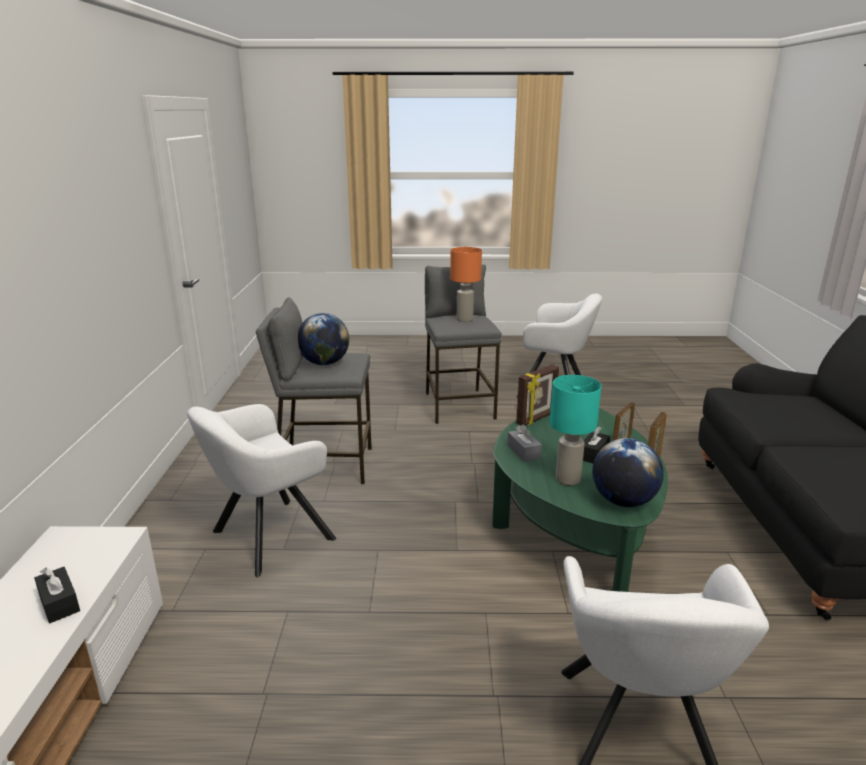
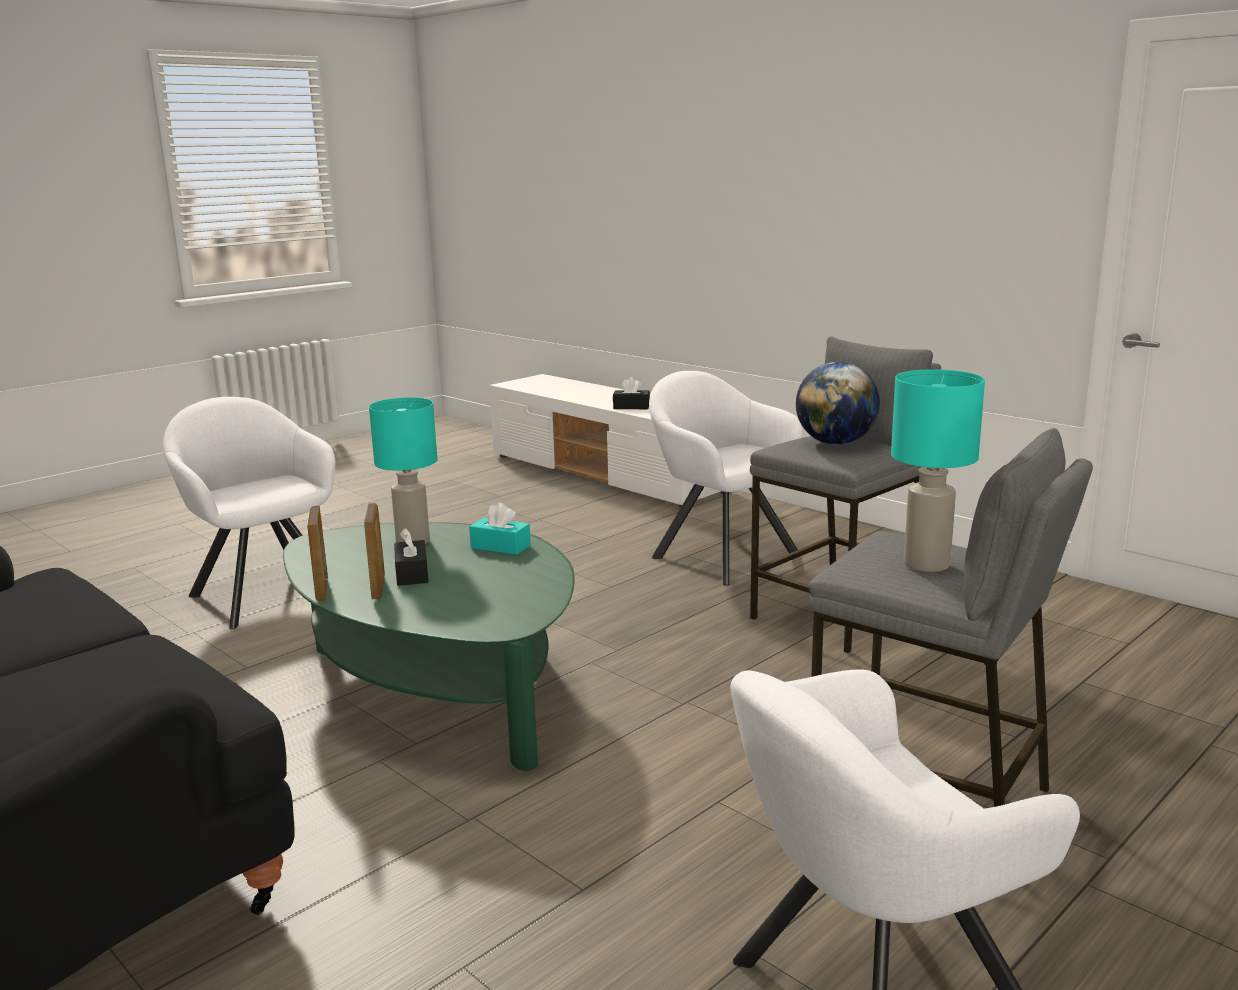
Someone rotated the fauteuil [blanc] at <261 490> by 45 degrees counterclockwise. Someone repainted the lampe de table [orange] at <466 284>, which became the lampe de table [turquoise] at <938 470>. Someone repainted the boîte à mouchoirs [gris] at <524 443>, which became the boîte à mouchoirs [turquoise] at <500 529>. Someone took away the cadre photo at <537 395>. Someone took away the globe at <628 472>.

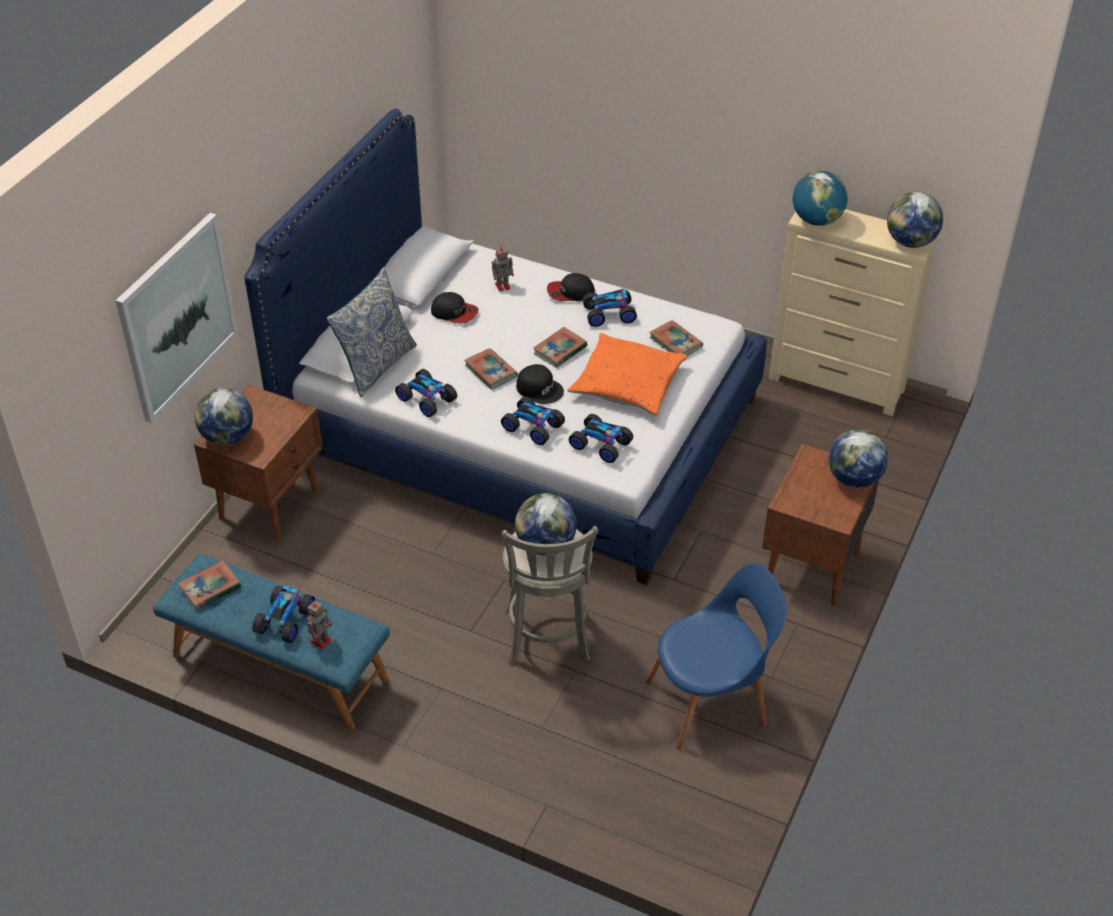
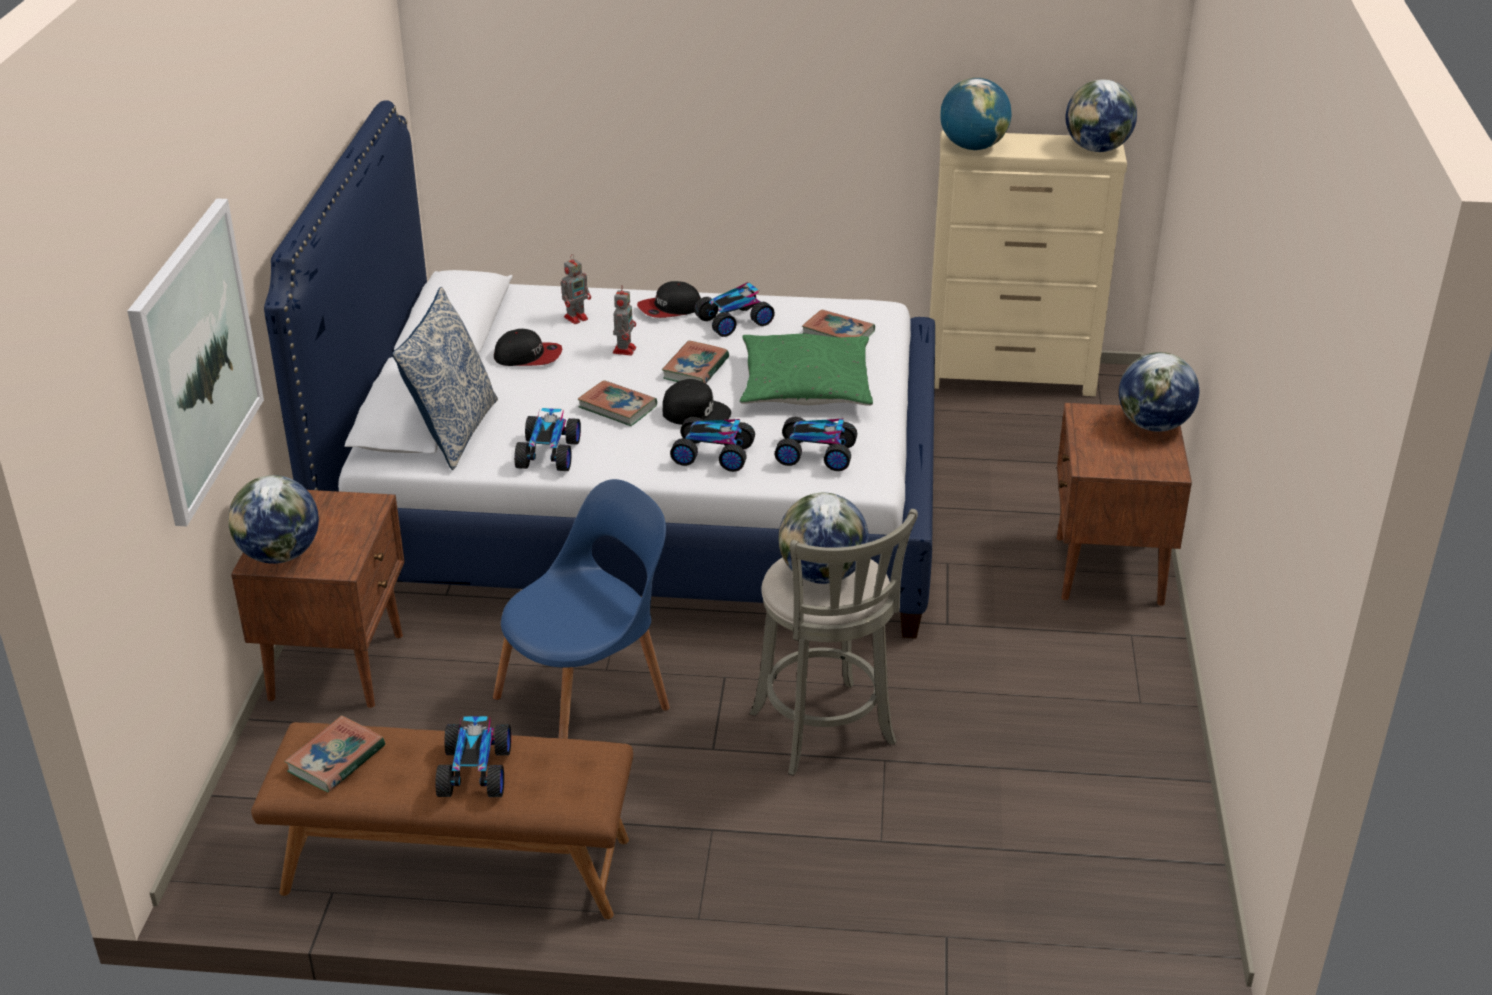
Someone repainted the banc [bleu] at <271 642>, which became the banc [marron] at <442 820>. Someone carried the robot jouet from <320 625> to <624 320>. Someone rotated the petite voiture at <426 393> by 105 degrees counterclockwise. Someone repainted the coussin [orange] at <627 374>, which became the coussin [vert] at <806 370>. Someone carried the chaise [bleu] from <716 656> to <581 609>.

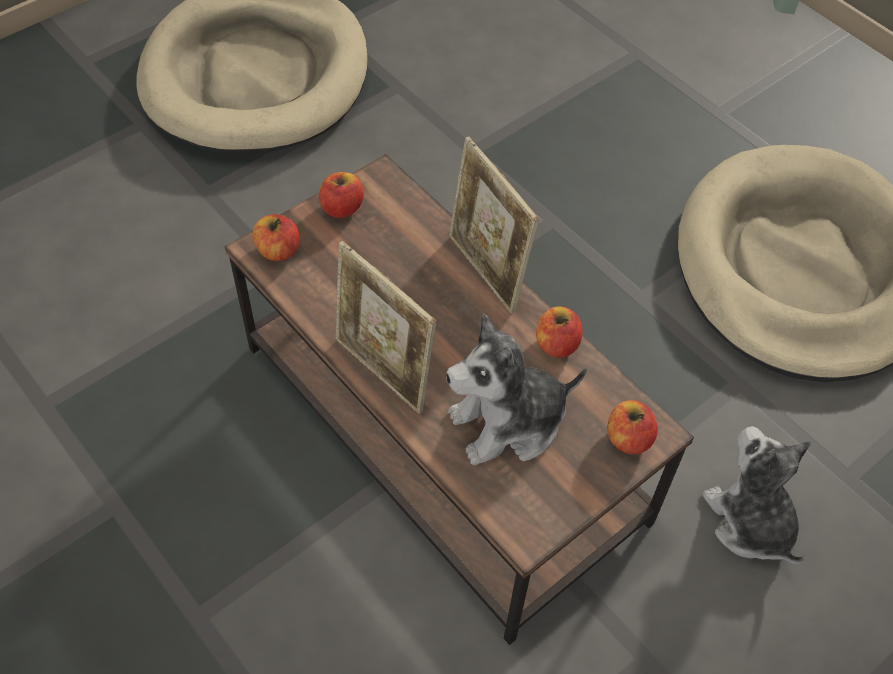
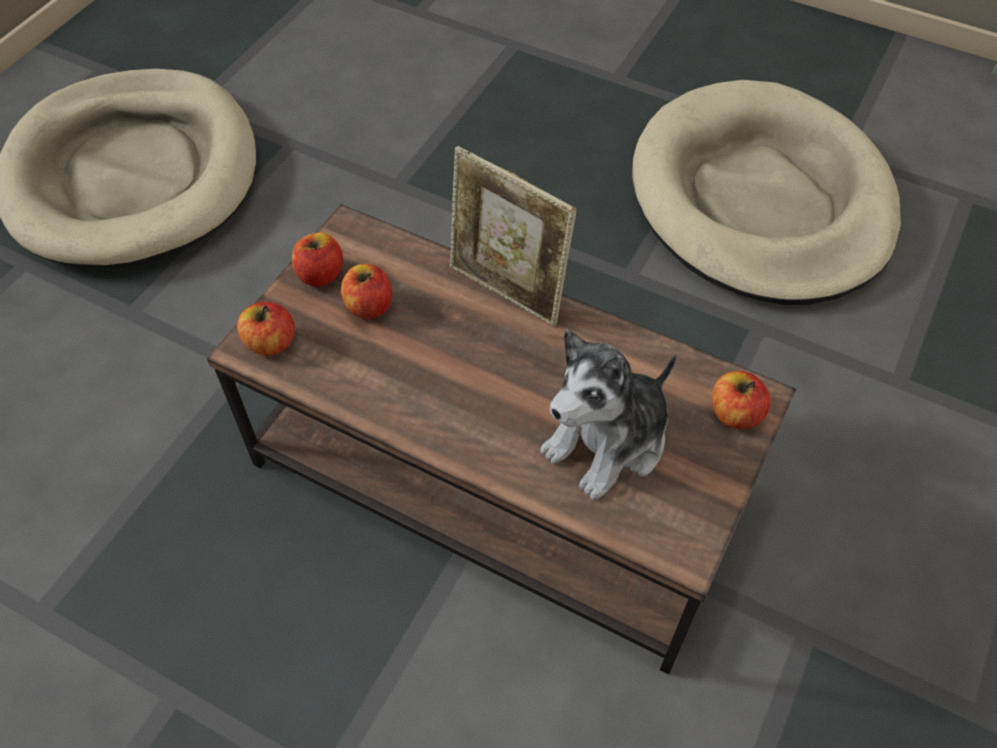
Someone took away the cadre photo at <386 327>. Someone carried the pomme from <559 332> to <366 291>. Someone took away the peluche at <756 495>.

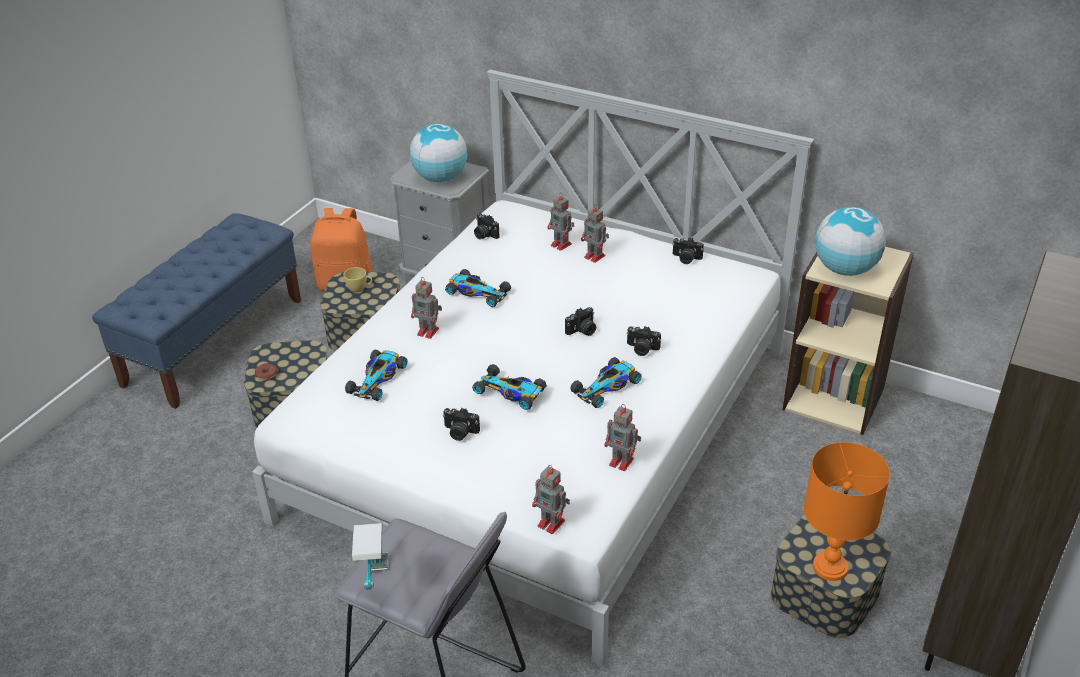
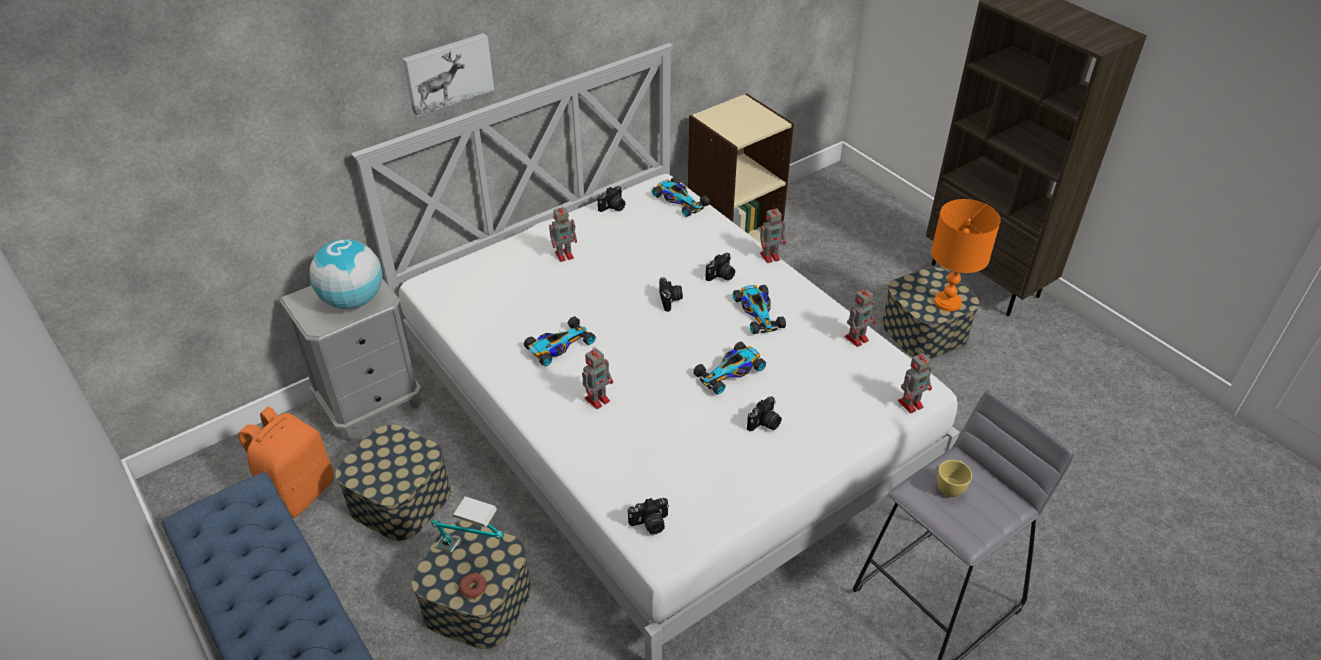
Someone carried the tasse [jaune] from <357 280> to <954 478>. Someone carried the petite voiture from <376 375> to <681 197>. Someone carried the lampe de table from <370 556> to <467 524>. Someone carried the appareil photo from <487 226> to <648 516>. Someone carried the robot jouet from <560 222> to <773 235>. Someone took away the globe at <850 241>. Someone put up the tableau at <448 75>.

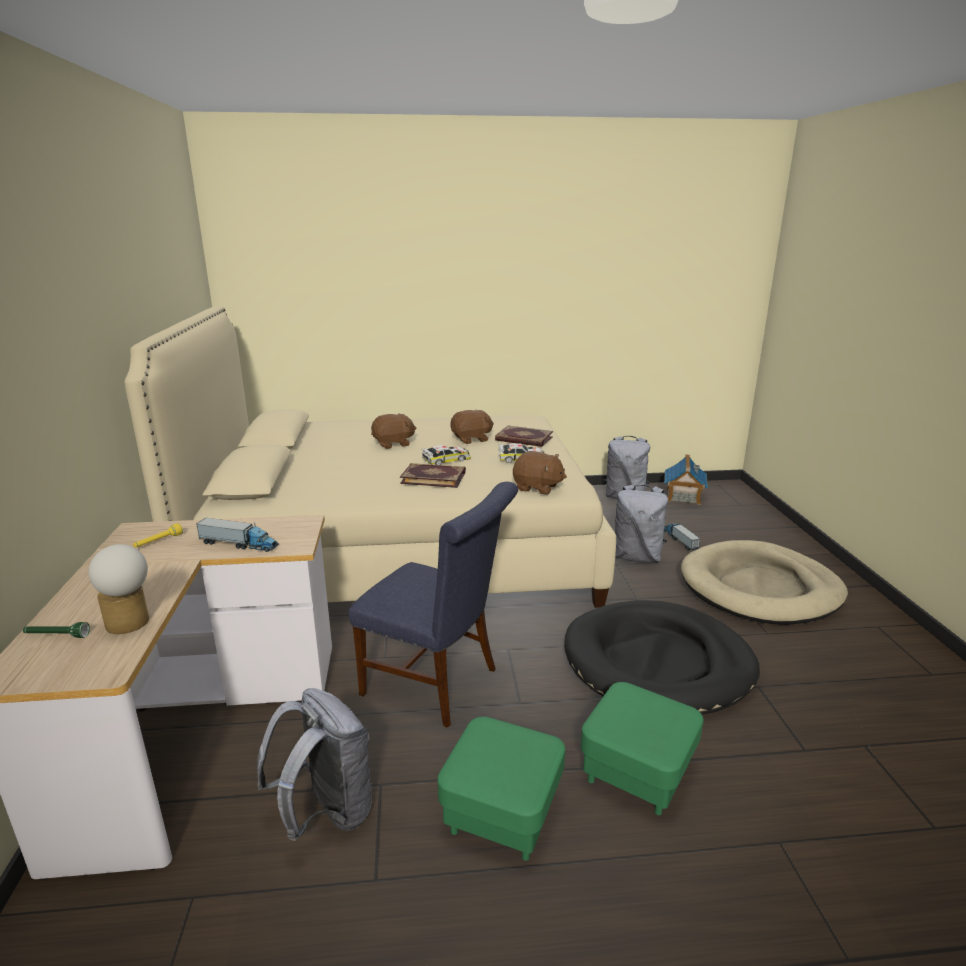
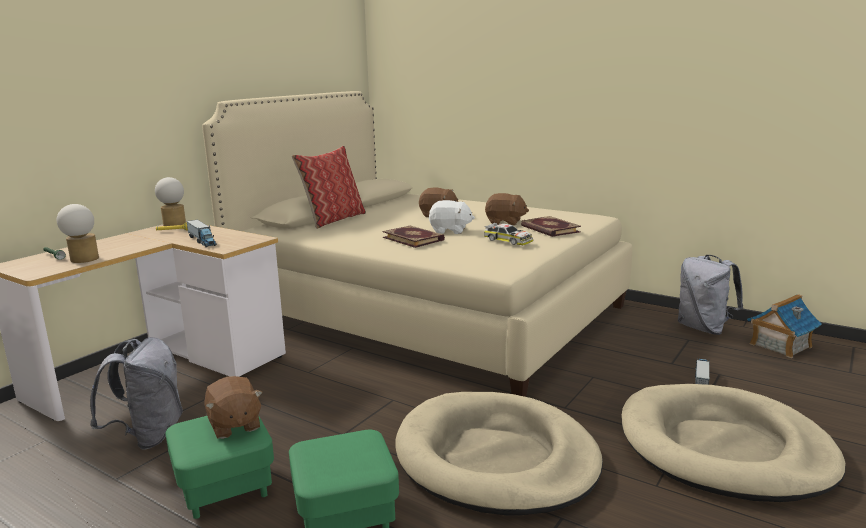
Someone took away the chaise [bleu] at <433 605>. Someone swapped the petite voiture at <446 455> for the peluche [blanc] at <452 217>. Someone carried the peluche [marron] from <540 473> to <233 407>. Someone repainted the panier pour chien [noir] at <662 657>, which became the panier pour chien [beige] at <499 454>. Someone took away the sac à dos [gris] at <641 524>. Someone put down the lampe de table at <170 201>. Someone put down the coussin at <329 187>.

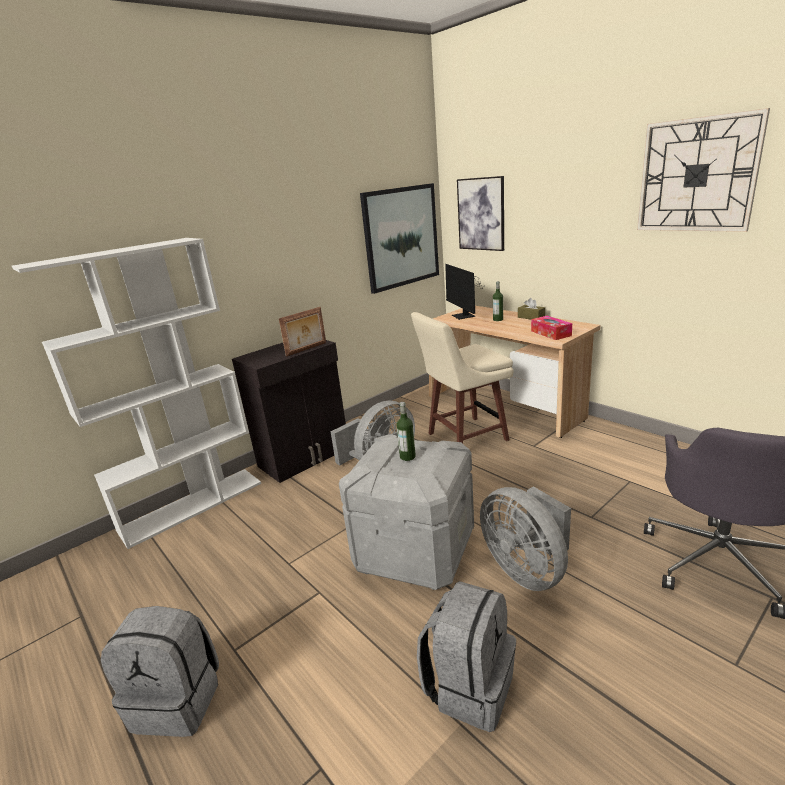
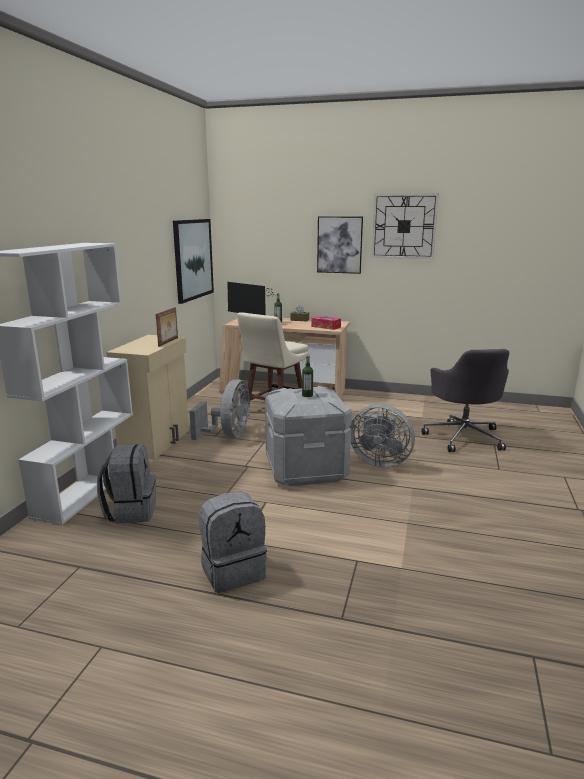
Someone repainted the meuble de rangement [noir] at <289 411>, which became the meuble de rangement [beige] at <147 397>. Someone carried the sac à dos [gris] from <466 656> to <126 484>. Someone carried the tableau from <480 213> to <340 245>.

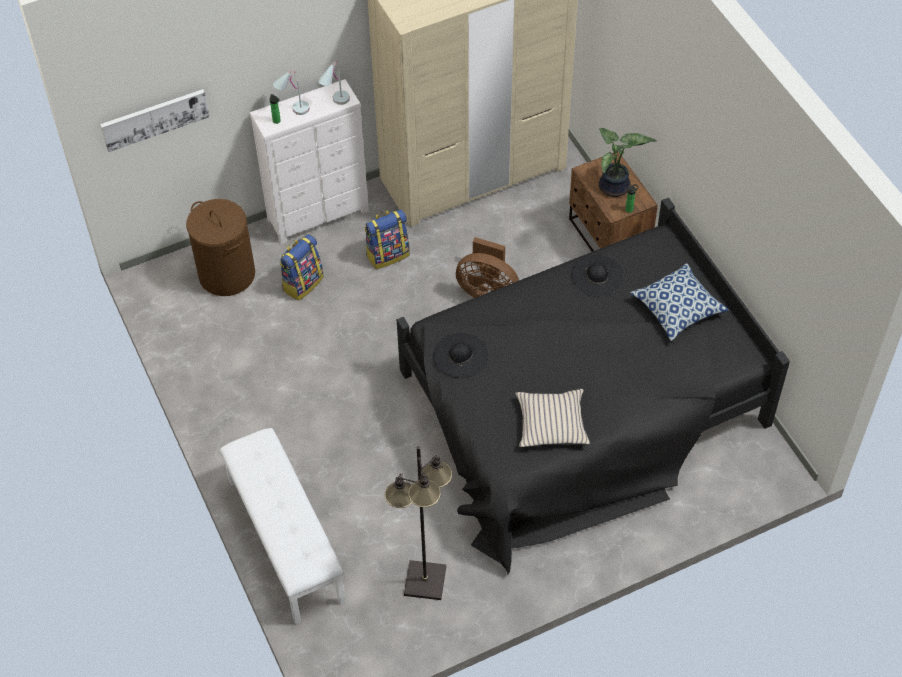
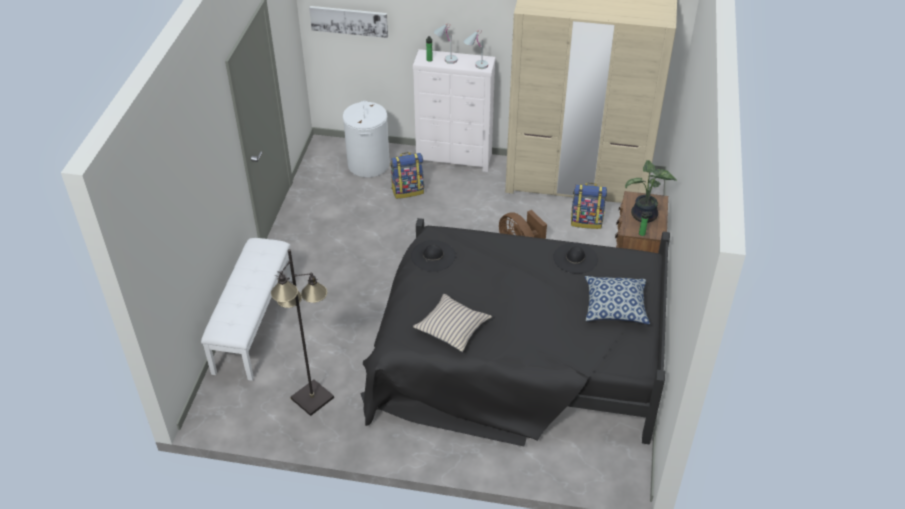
Someone repainted the panier à linge [marron] at <220 247>, which became the panier à linge [blanc] at <366 139>. Someone carried the sac à dos from <387 239> to <589 206>.

